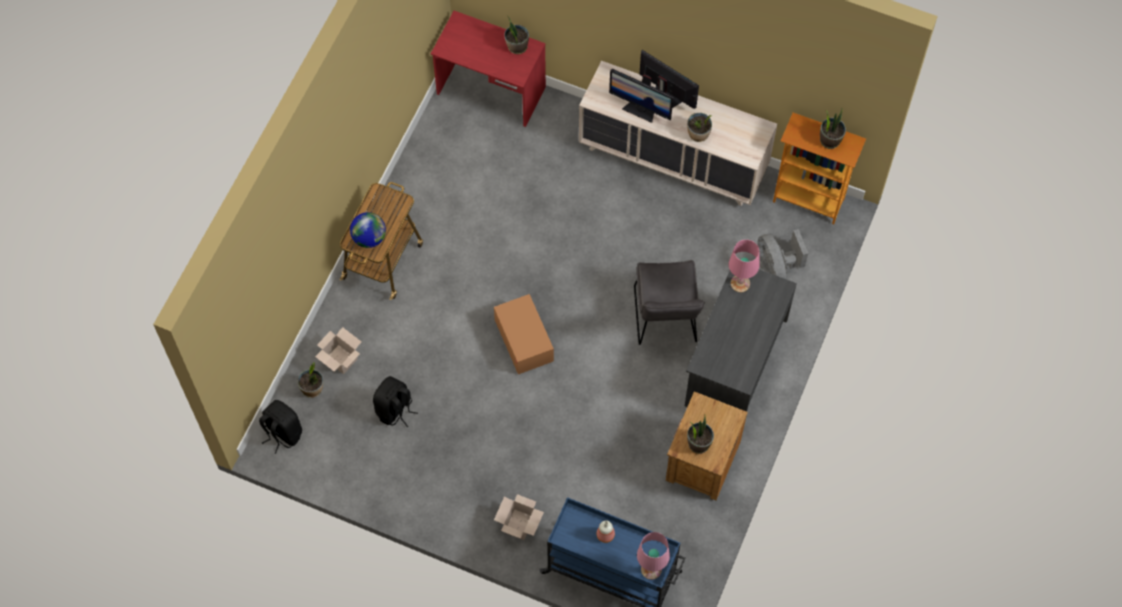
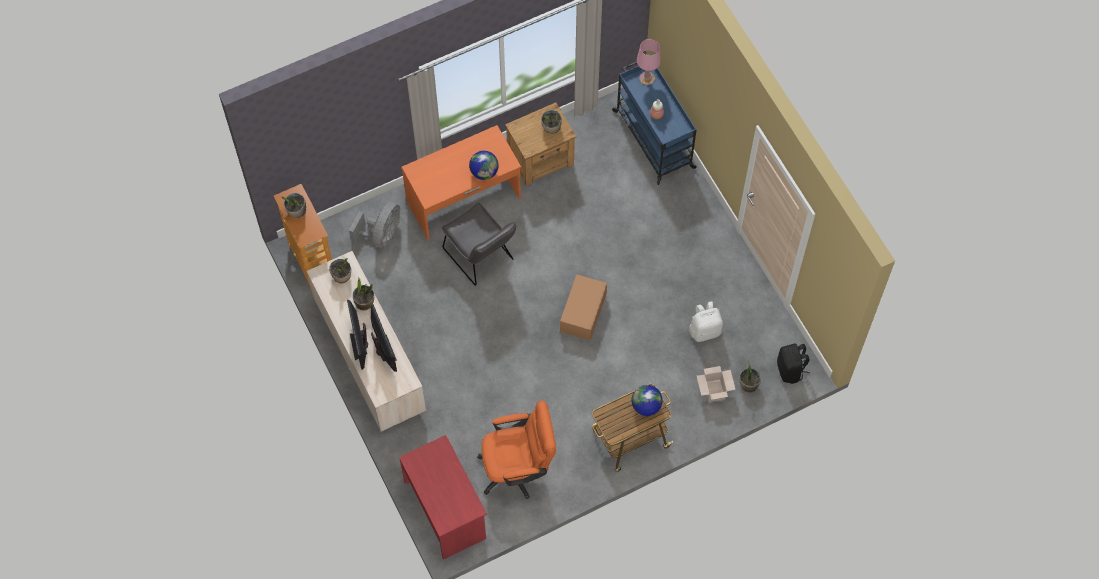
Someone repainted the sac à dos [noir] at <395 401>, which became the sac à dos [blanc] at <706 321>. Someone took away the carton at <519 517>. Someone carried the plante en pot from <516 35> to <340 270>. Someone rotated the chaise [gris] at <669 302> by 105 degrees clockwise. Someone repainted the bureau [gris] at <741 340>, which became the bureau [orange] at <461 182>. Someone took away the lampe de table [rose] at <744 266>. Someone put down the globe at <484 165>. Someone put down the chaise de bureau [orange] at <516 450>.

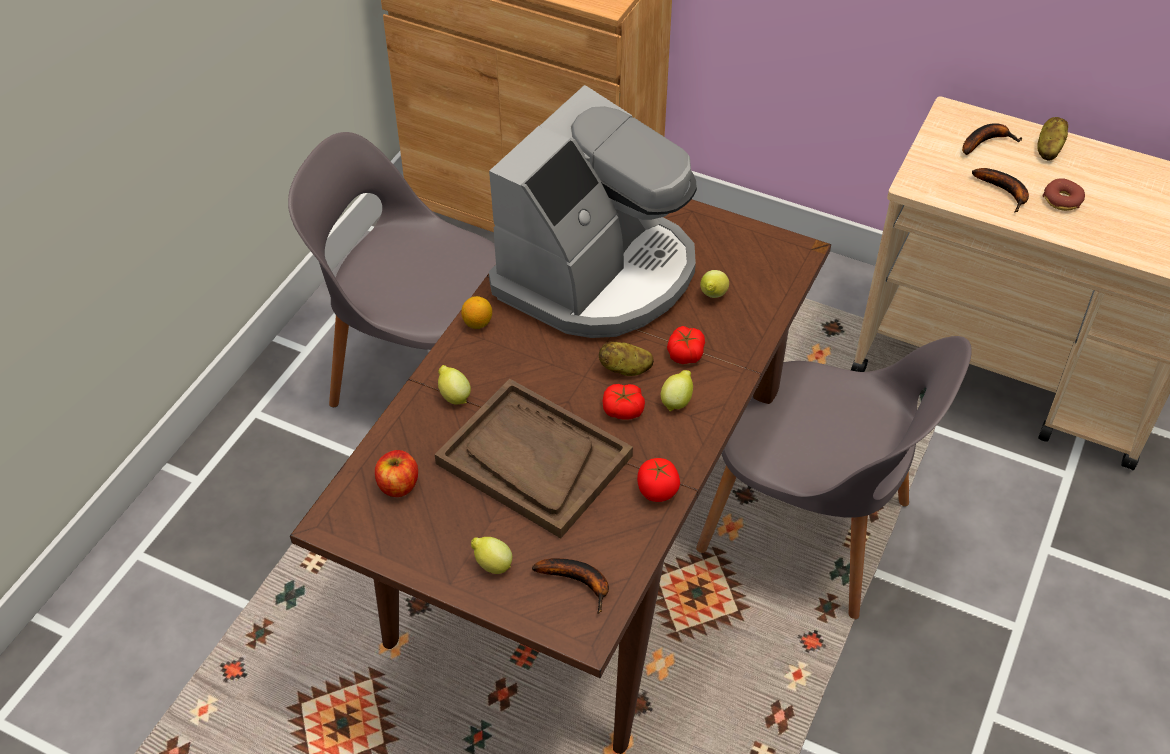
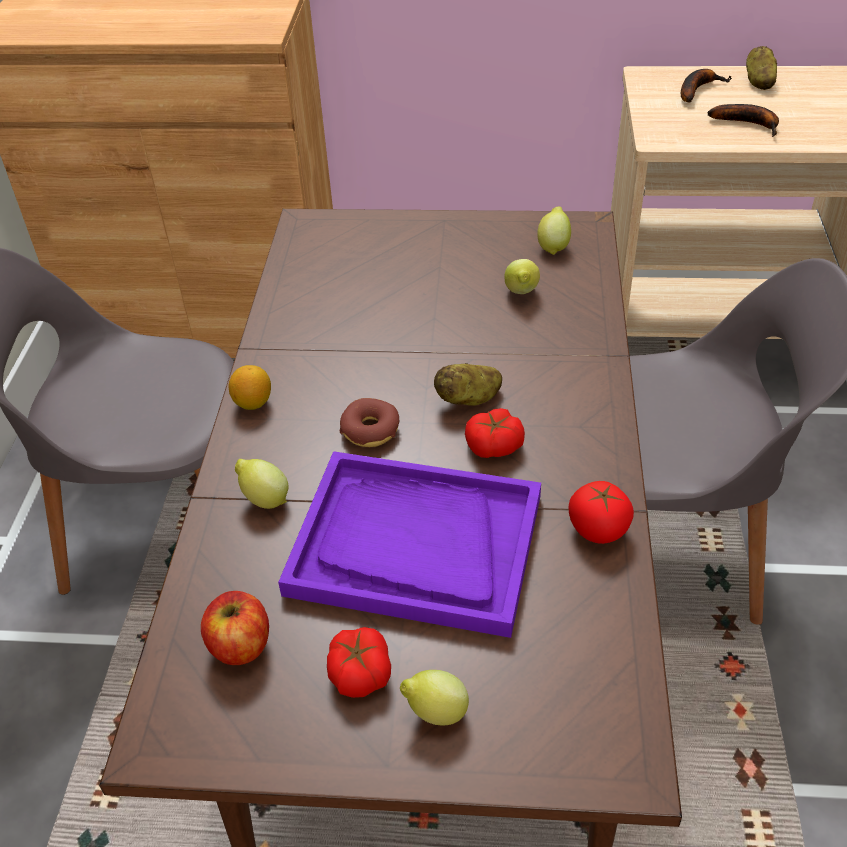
Someone repainted the plateau [marron] at <533 458>, which became the plateau [violet] at <409 544>. Someone took away the machine à café at <593 211>. Someone took away the banane at <570 586>. Someone carried the citron from <677 391> to <554 230>. Someone carried the tomate from <686 345> to <359 662>. Someone carried the beignet from <1064 194> to <369 422>.

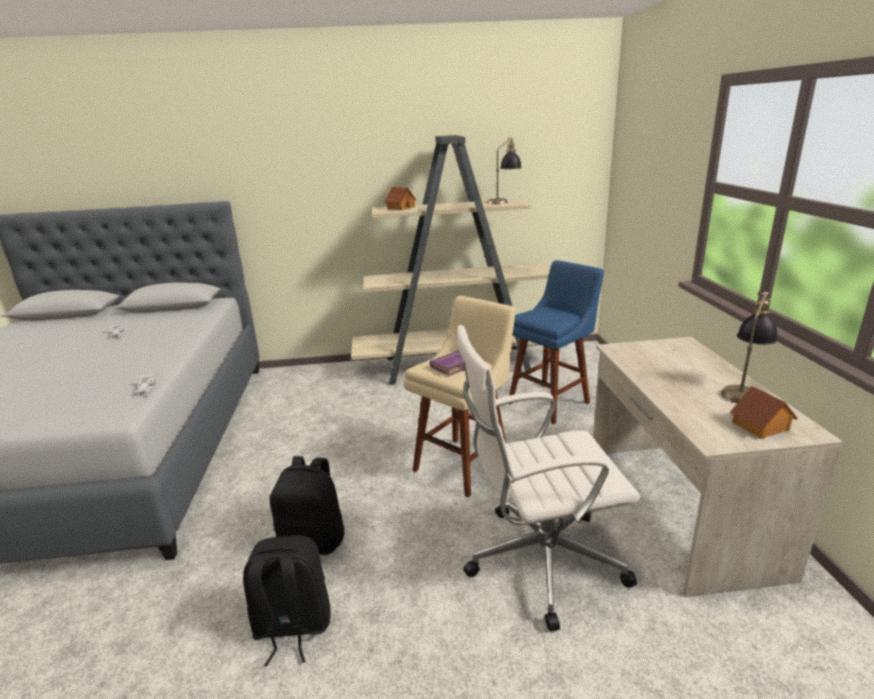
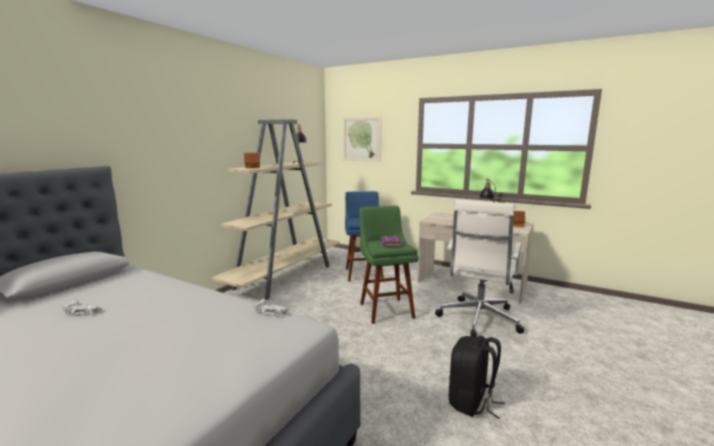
Someone took away the sac à dos [noir] at <307 505>. Someone repainted the tabouret [beige] at <460 397>, which became the tabouret [vert] at <389 265>. Someone put up the tableau at <362 139>.

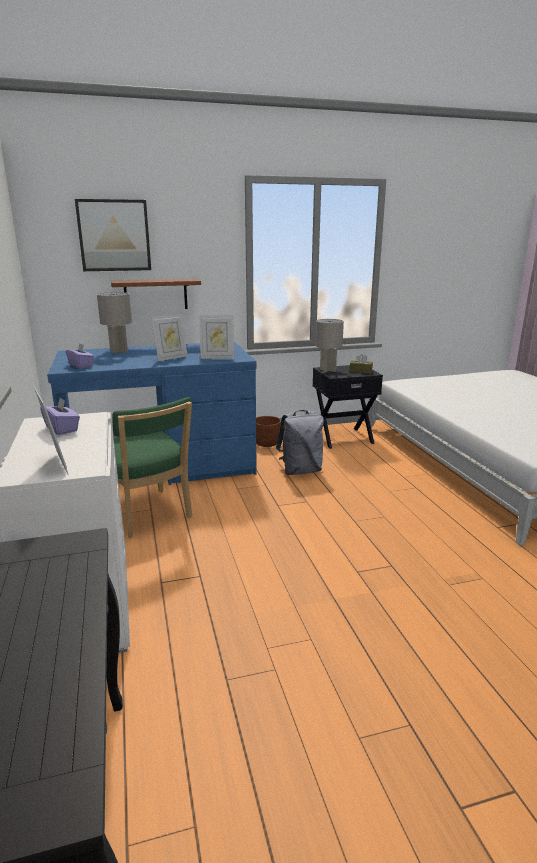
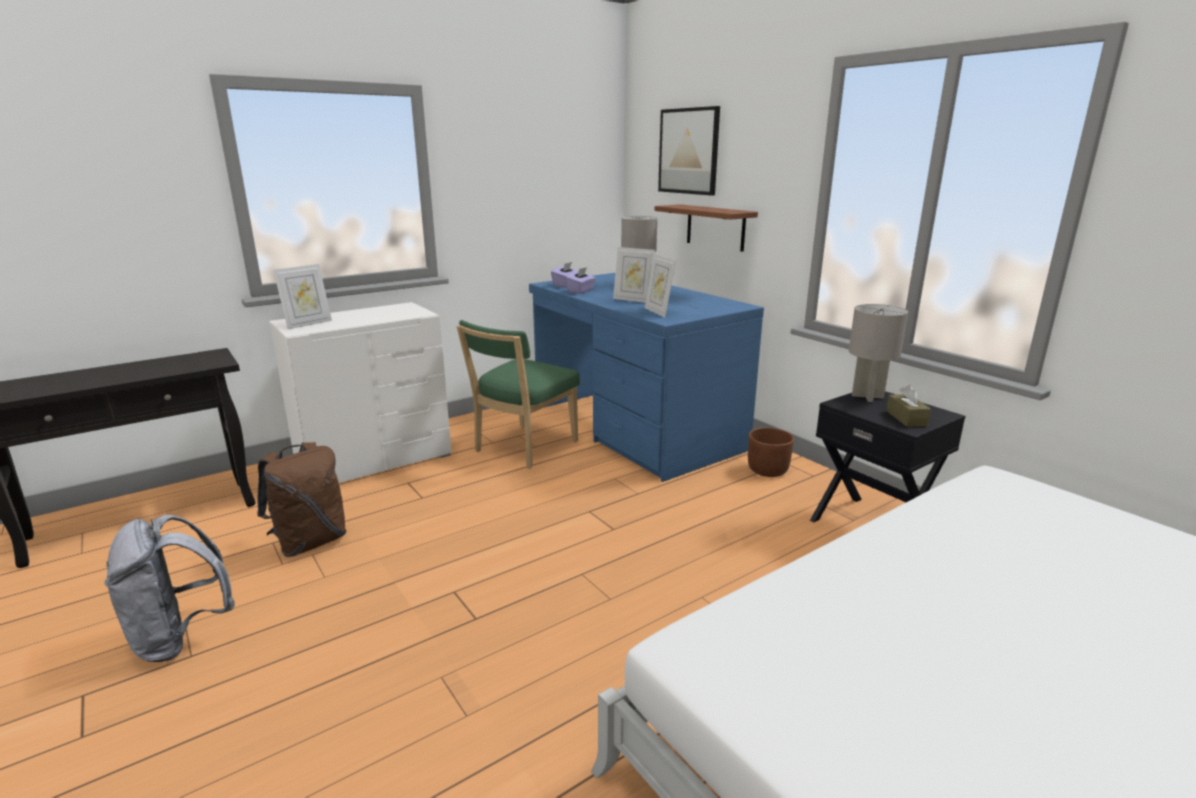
Someone carried the boîte à mouchoirs [violet] from <60 416> to <580 280>. Someone carried the sac à dos [gris] from <300 442> to <169 588>. Someone put down the sac à dos [marron] at <302 499>.

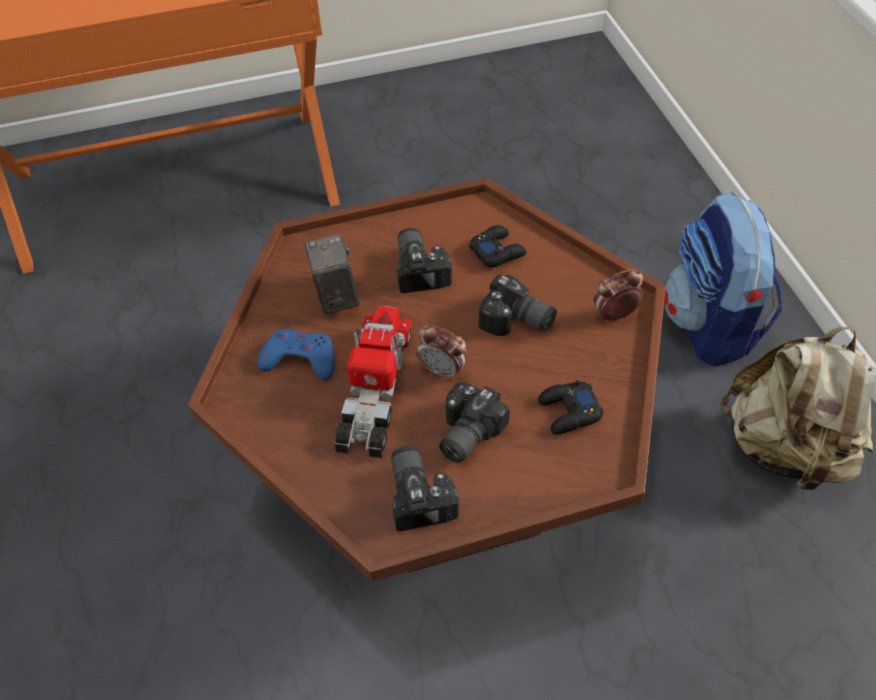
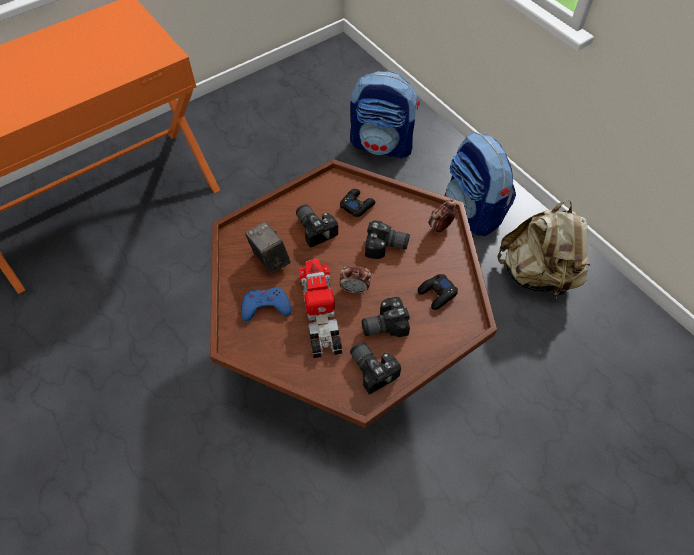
Someone rotated the appareil photo at <474 422> by 60 degrees clockwise. Someone put down the sac à dos at <385 115>.

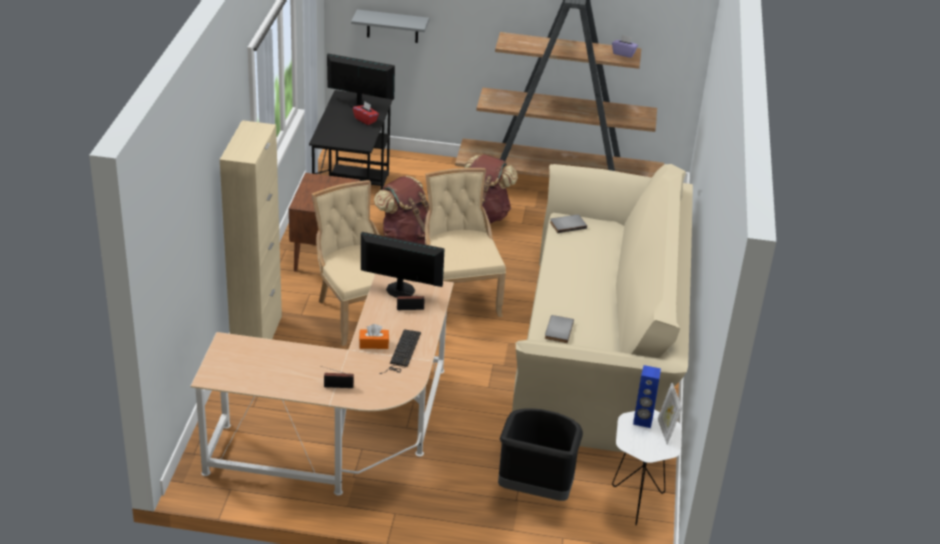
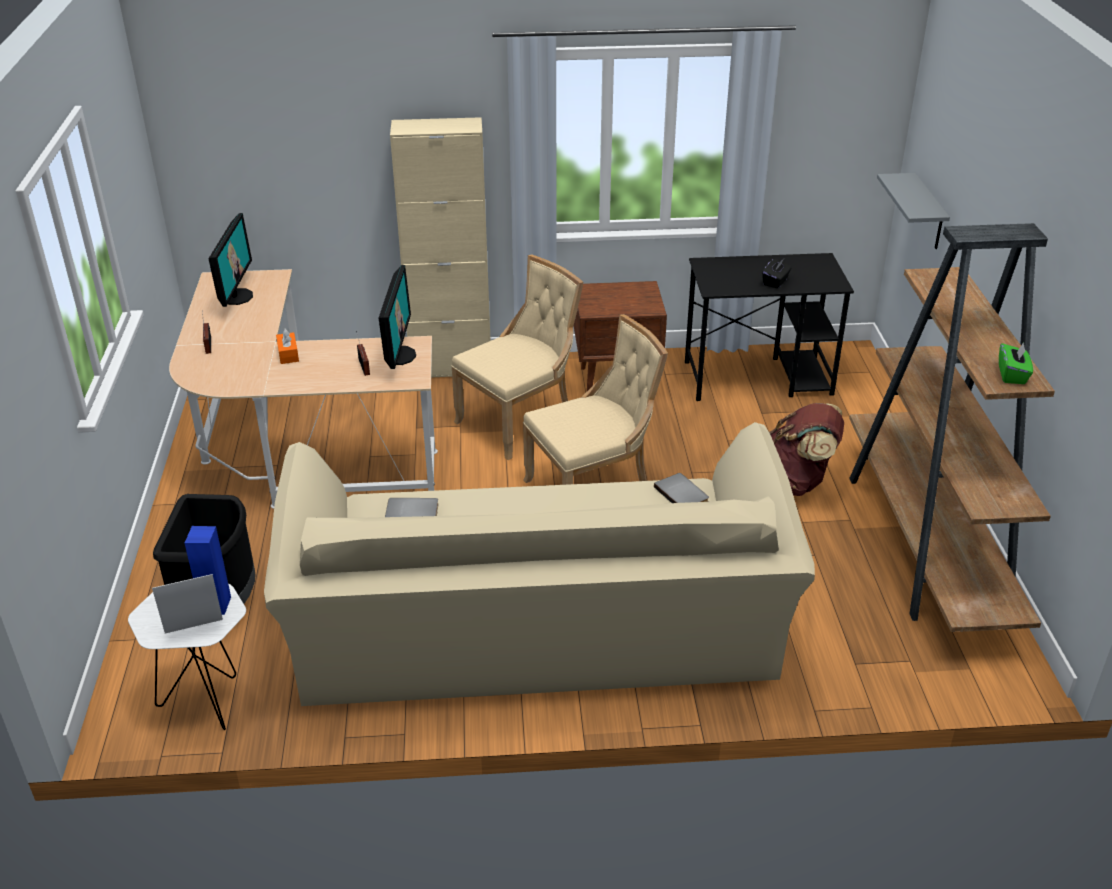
Someone carried the écran d'ordinateur from <361 81> to <230 260>. Someone repainted the boîte à mouchoirs [rouge] at <366 113>, which became the boîte à mouchoirs [noir] at <777 273>. Someone took away the sac à dos [marron] at <401 210>. Someone took away the clavier at <400 351>. Someone repainted the boîte à mouchoirs [violet] at <625 46>, which became the boîte à mouchoirs [vert] at <1016 363>.

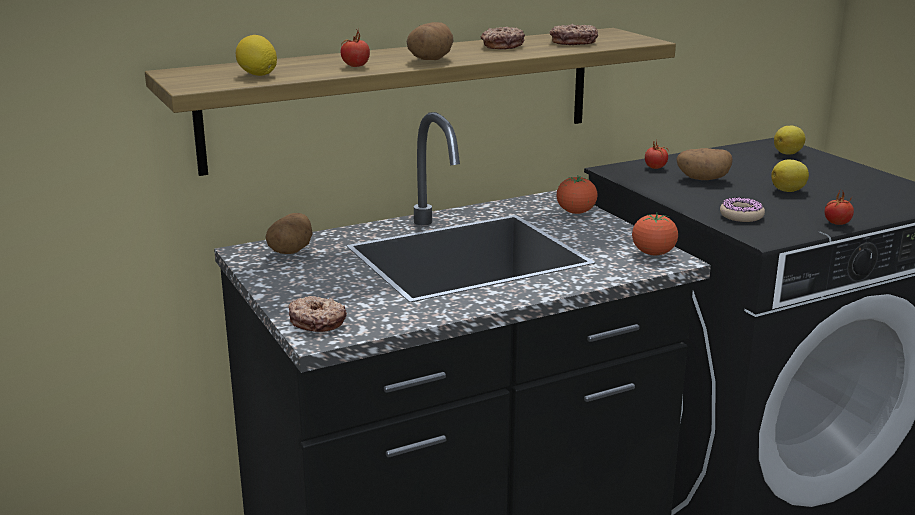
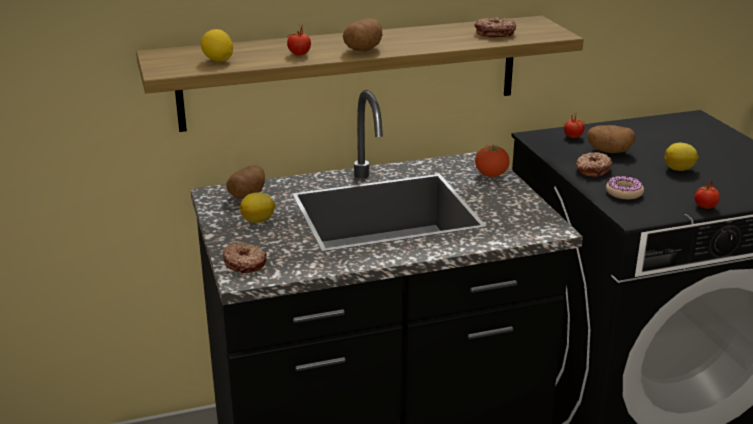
Someone carried the beignet from <503 38> to <594 164>. Someone took away the tomate at <655 233>. Someone carried the citron from <790 140> to <258 207>.

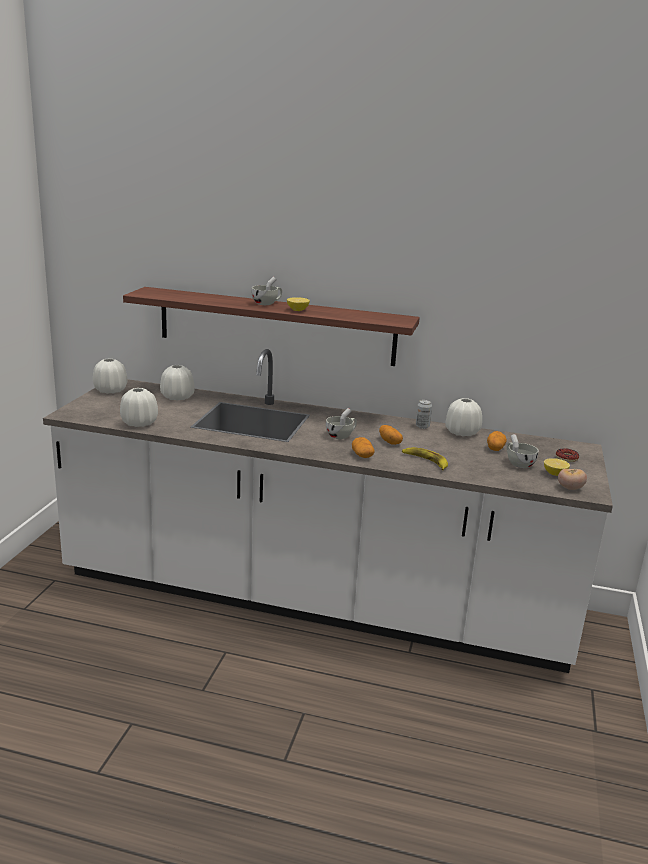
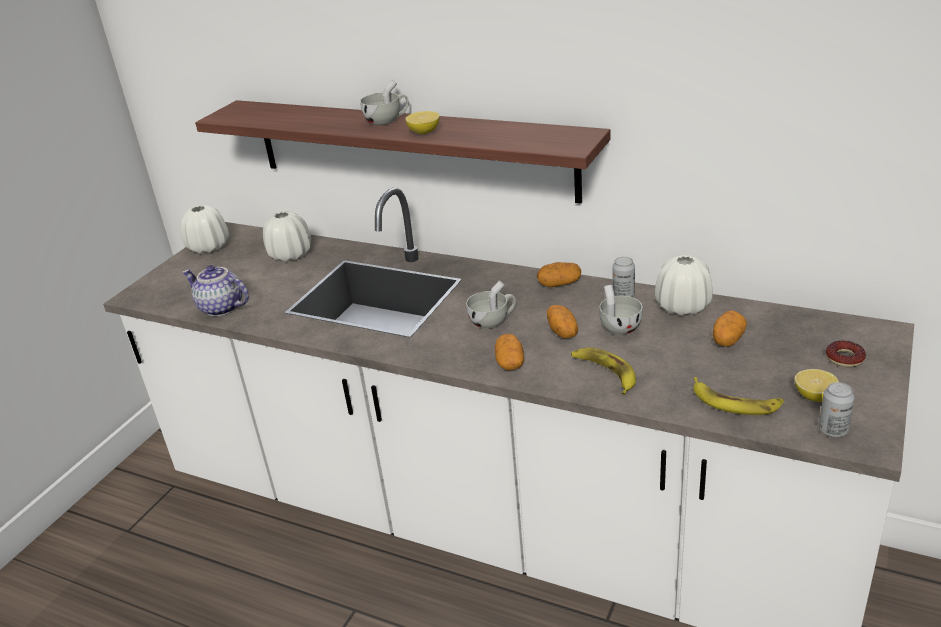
Someone swapped the vase [blanc] at <139 407> for the théière at <215 290>. Someone carried the tasse [blanc] from <522 451> to <621 310>. Someone swapped the tomate at <572 479> for the boîte métallique at <837 409>. Someone put down the pomme de terre at <559 274>. Someone put down the banane at <738 396>.

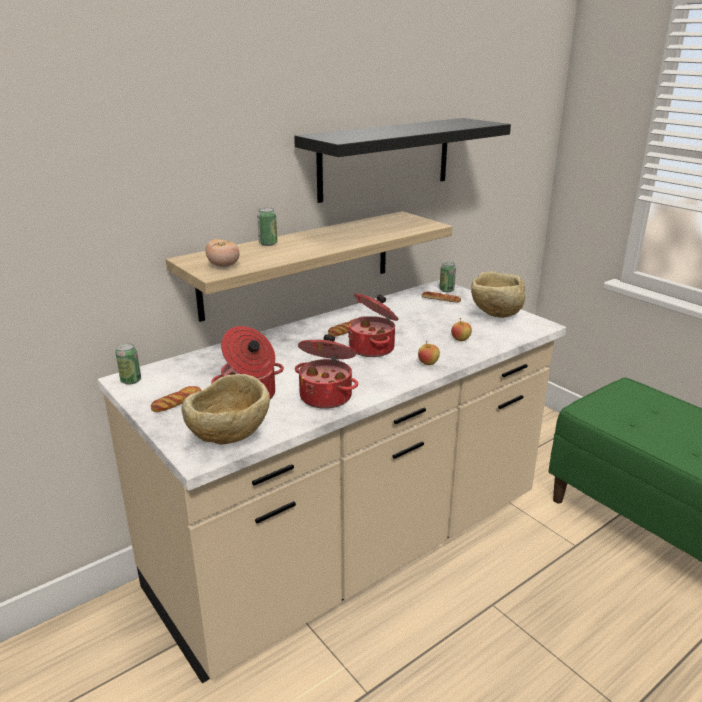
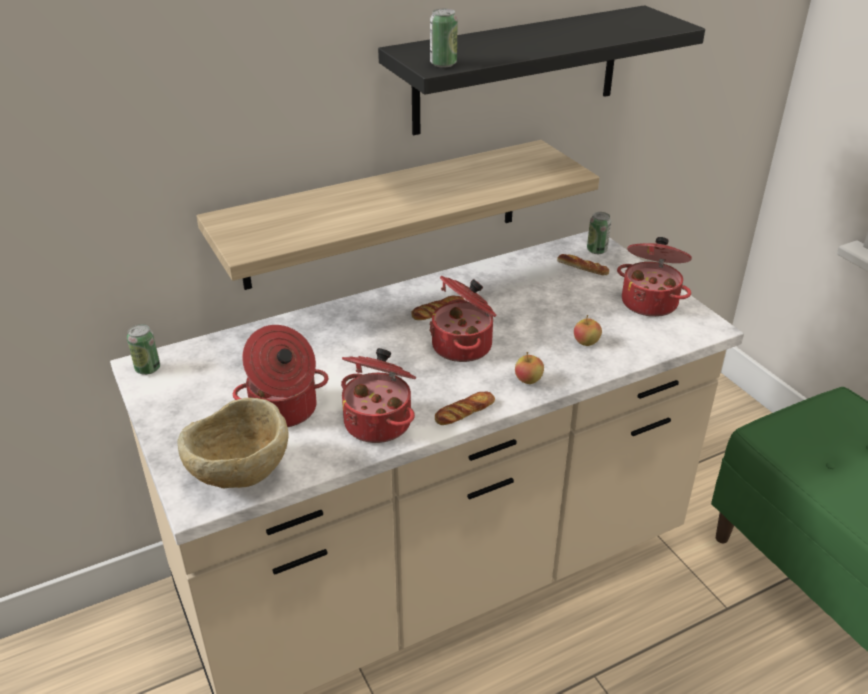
Someone carried the pain from <176 399> to <465 408>. Someone took away the tomate at <222 253>. Someone carried the boîte métallique from <267 227> to <444 38>. Someone swapped the bol [beige] at <498 294> for the marmite at <654 277>.

